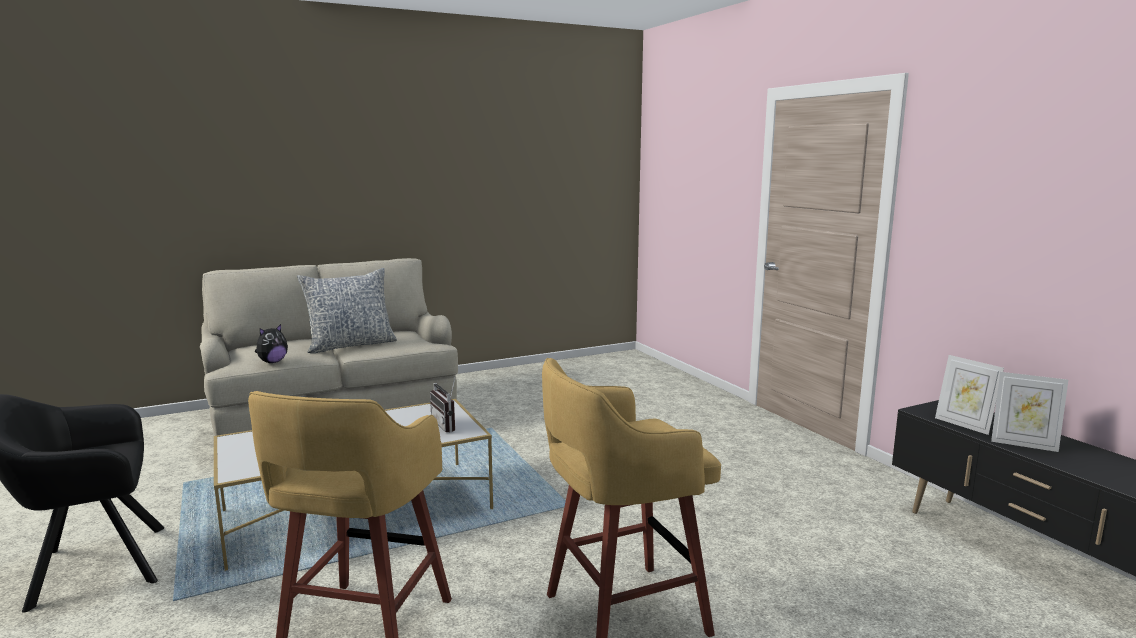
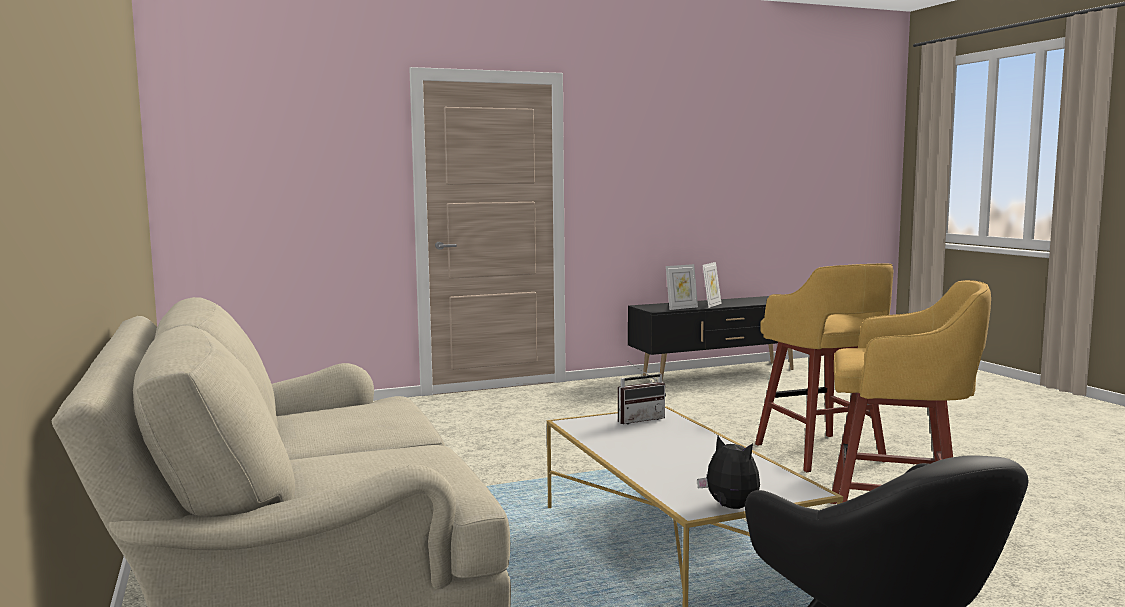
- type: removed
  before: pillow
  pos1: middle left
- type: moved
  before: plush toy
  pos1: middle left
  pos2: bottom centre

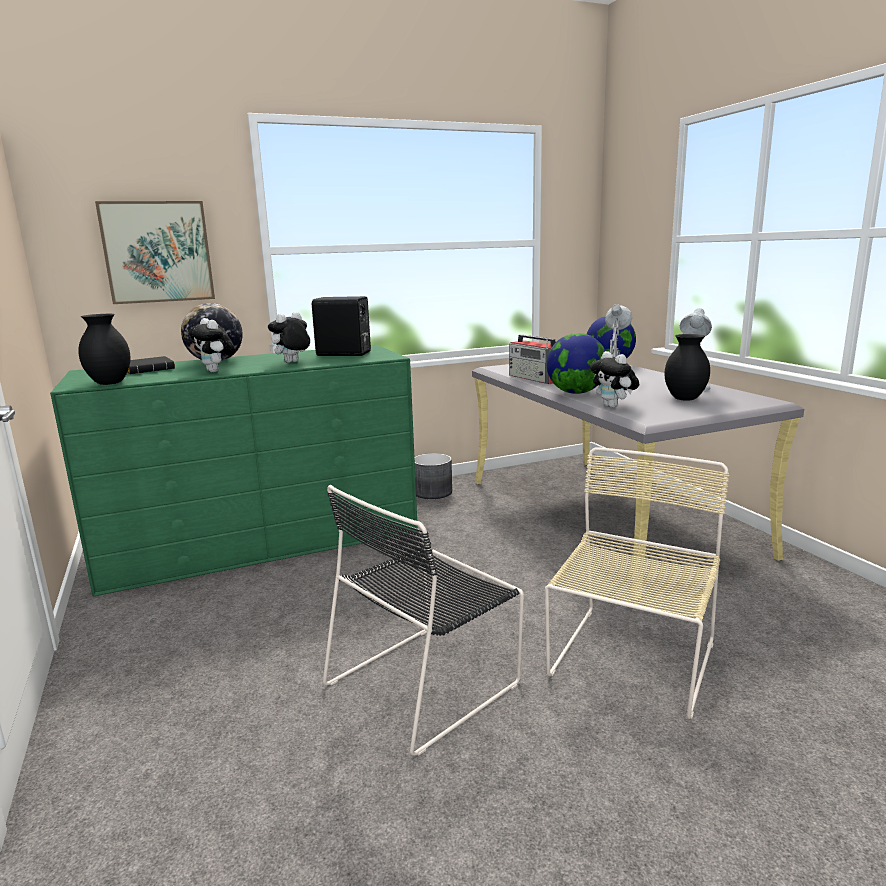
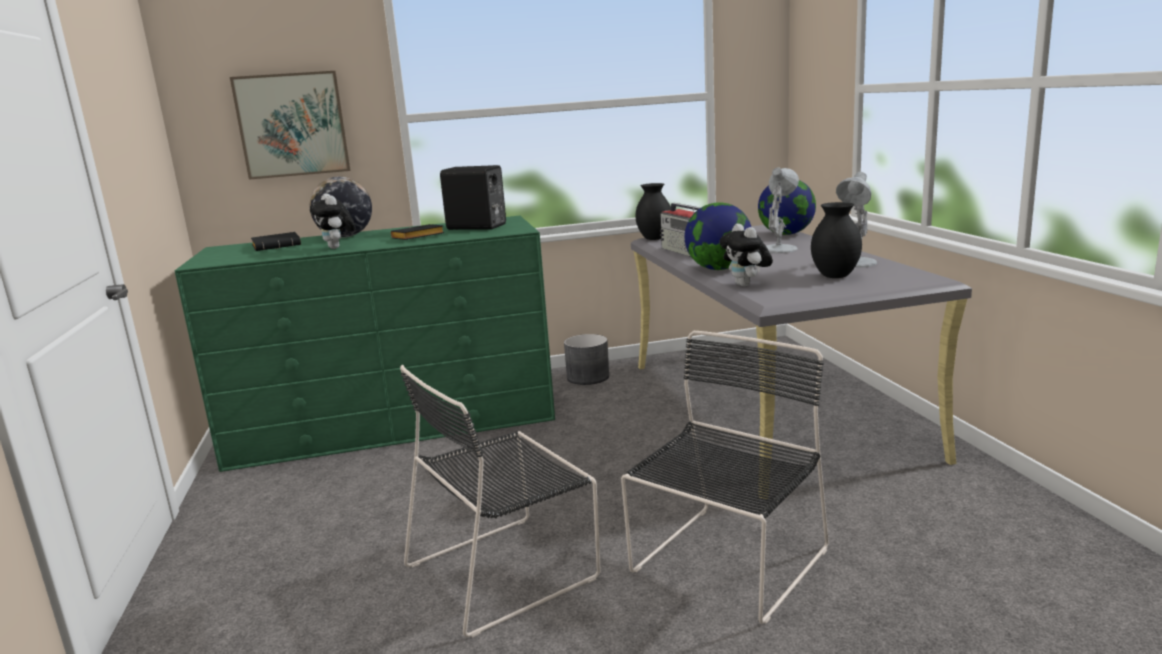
- type: moved
  before: black vase (1st from left)
  pos1: middle left
  pos2: top centre
- type: replaced
  before: plush toy (2nd from left)
  after: black book (2nd from left)
  pos1: middle left
  pos2: centre
- type: recoloured
  before: beige chair
  after: black chair (2nd from left)
  pos1: middle right
  pos2: bottom centre

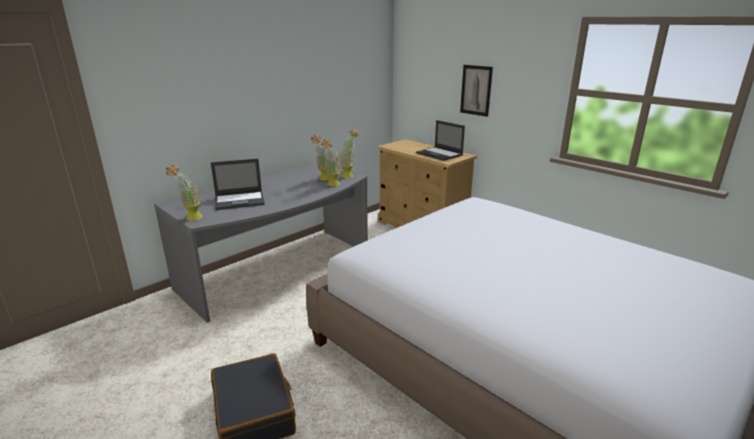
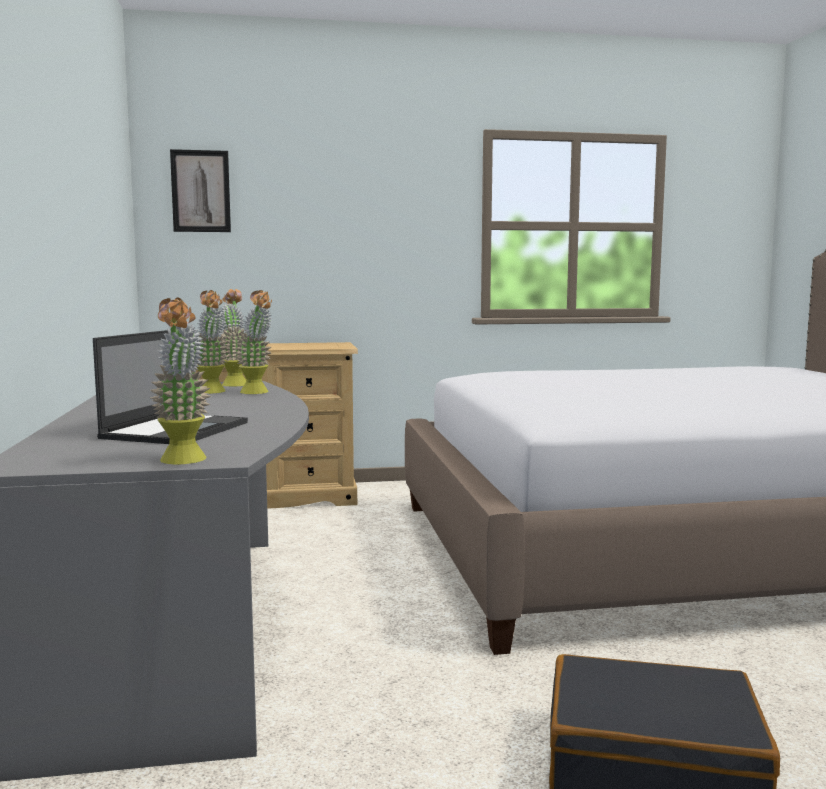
- type: removed
  before: laptop (2nd from left)
  pos1: top centre
- type: moved
  before: picture
  pos1: top centre
  pos2: top left

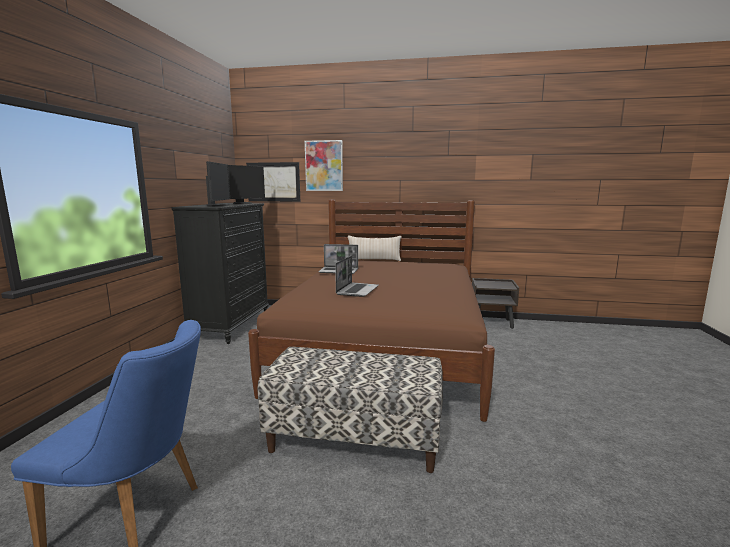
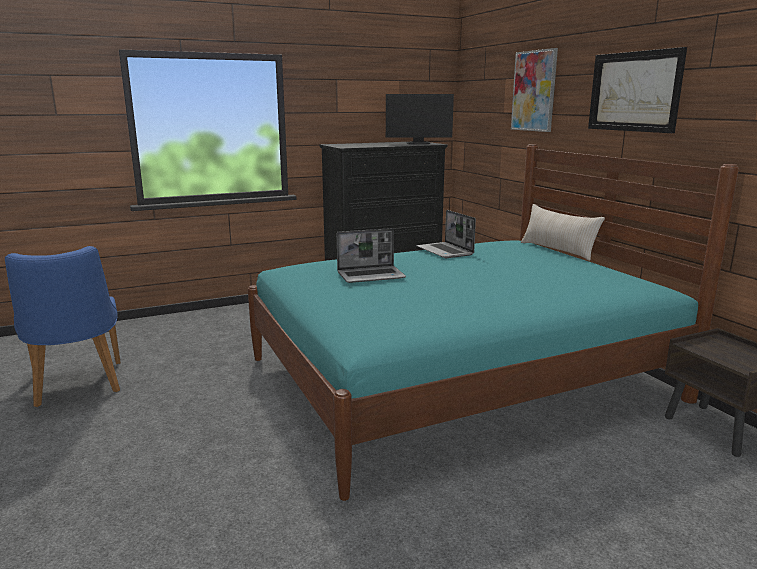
- type: removed
  before: monitor (1st from left)
  pos1: middle left
- type: removed
  before: bench
  pos1: bottom centre
- type: moved
  before: picture (1st from left in the first image)
  after: picture (2nd from left)
  pos1: top centre
  pos2: top right
- type: recoloured
  before: brown bed
  after: turquoise bed
  pos1: centre
  pos2: centre

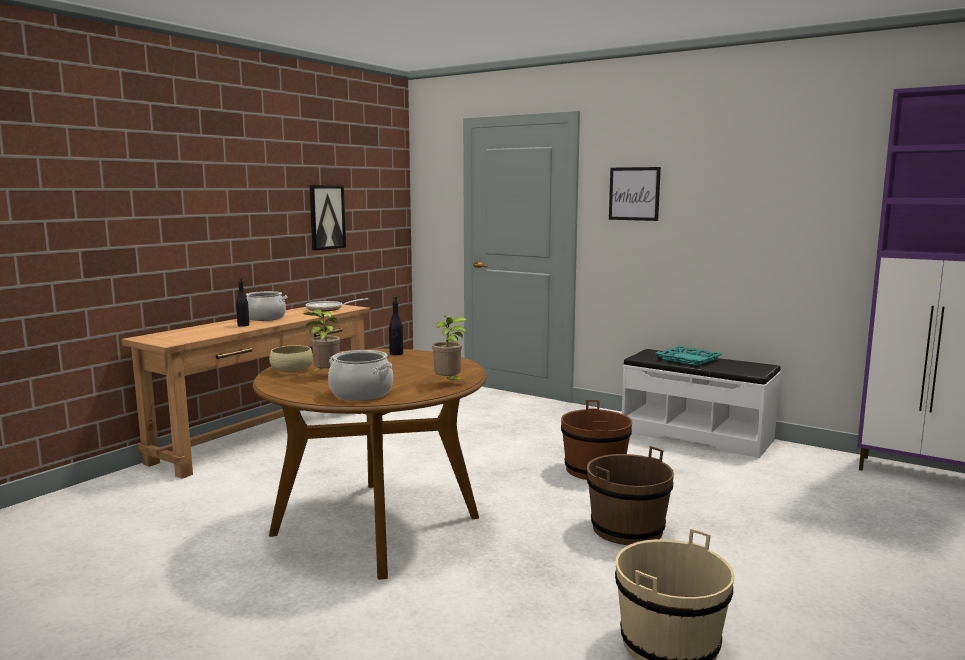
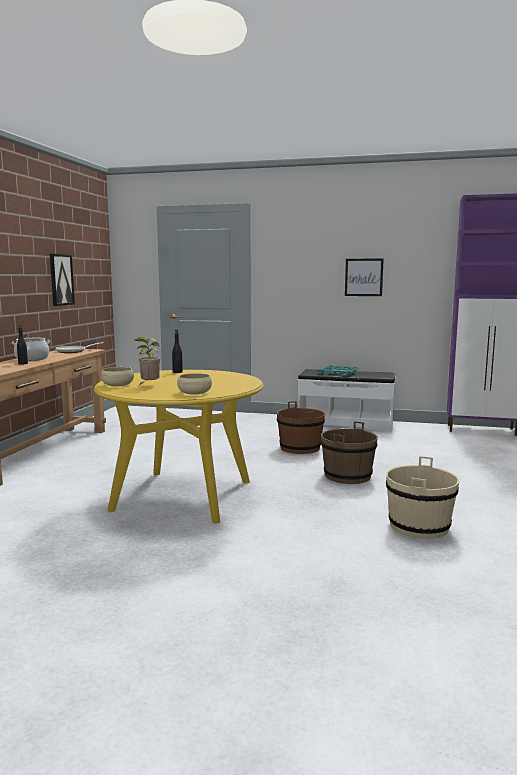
- type: removed
  before: potted plant (2nd from left)
  pos1: centre
- type: moved
  before: picture (2nd from left)
  pos1: top centre
  pos2: middle right
- type: replaced
  before: cooking pot (2nd from left)
  after: beige bowl (2nd from left)
  pos1: centre
  pos2: centre
- type: recoloured
  before: brown dining table
  after: yellow dining table
  pos1: bottom centre
  pos2: centre

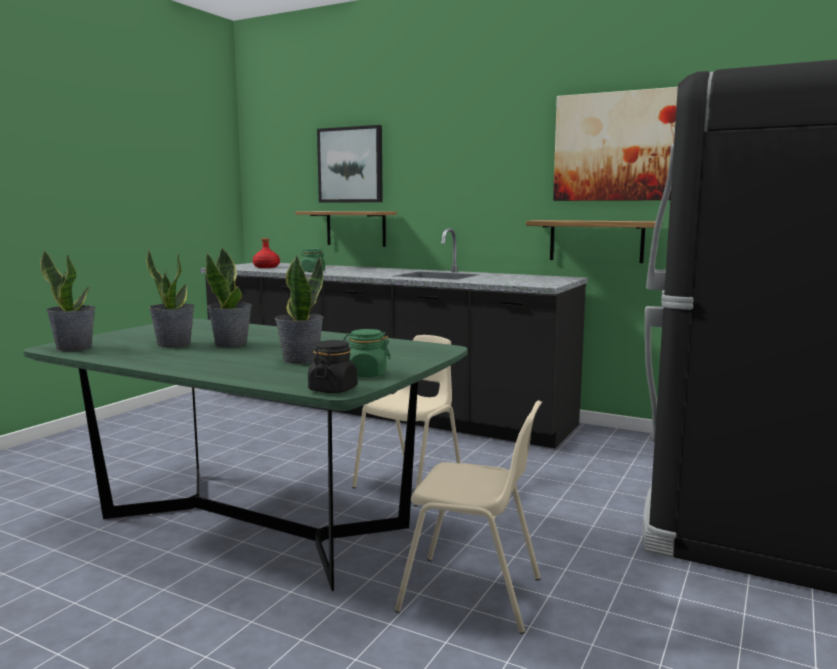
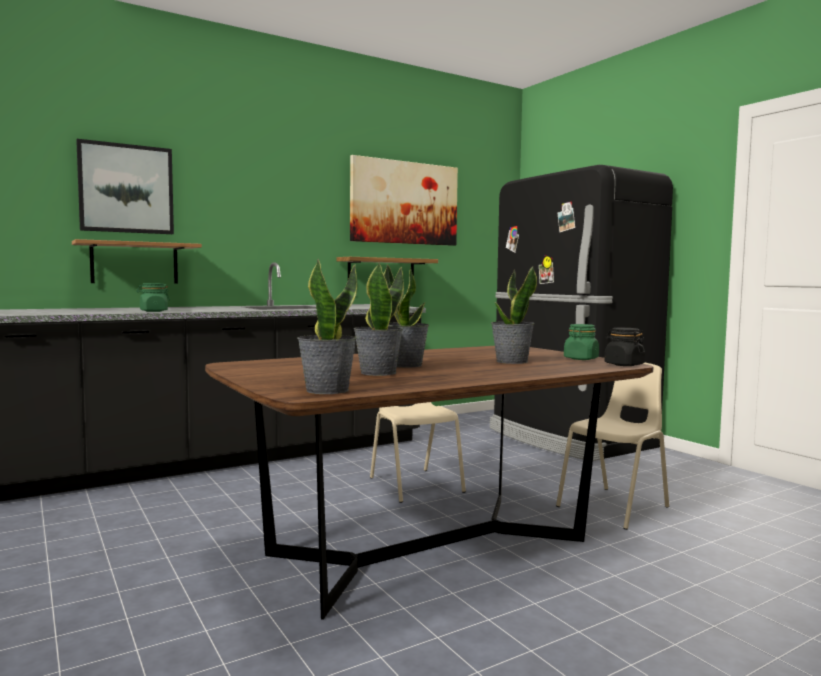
- type: removed
  before: red bottle
  pos1: middle left
- type: recoloured
  before: green dining table
  after: brown dining table
  pos1: bottom left
  pos2: bottom centre

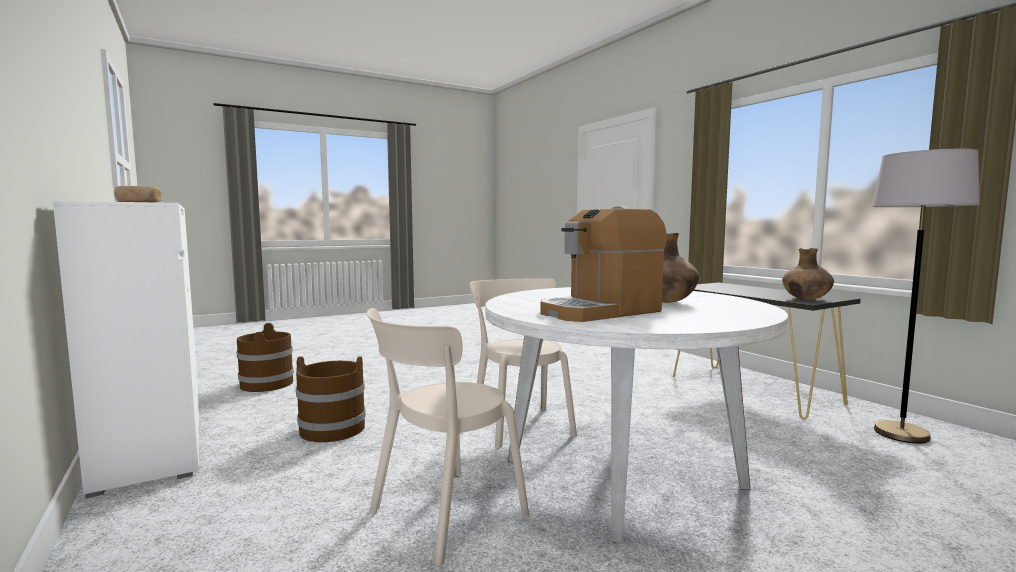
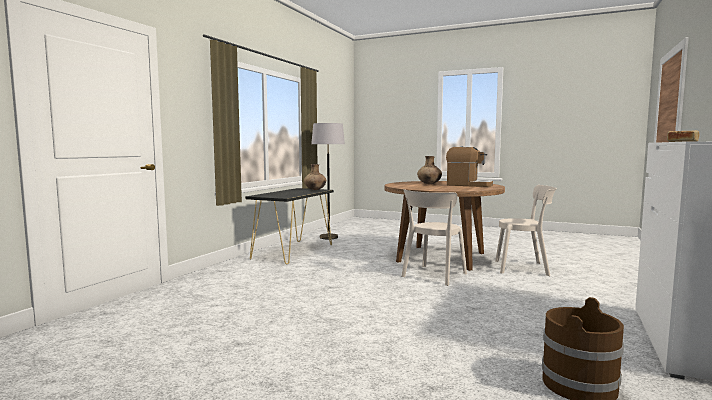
- type: removed
  before: brown bucket (2nd from left)
  pos1: bottom left
- type: recoloured
  before: white dining table
  after: brown dining table
  pos1: bottom centre
  pos2: centre

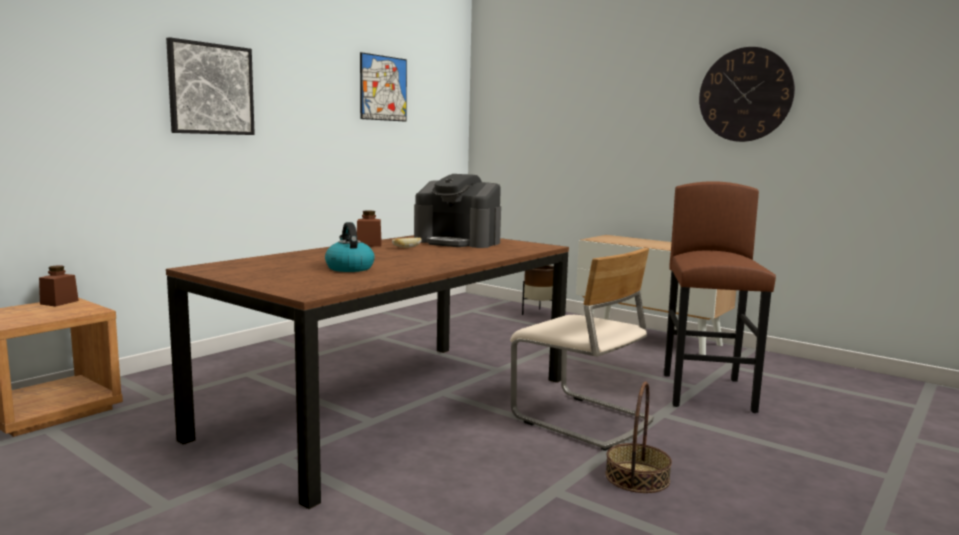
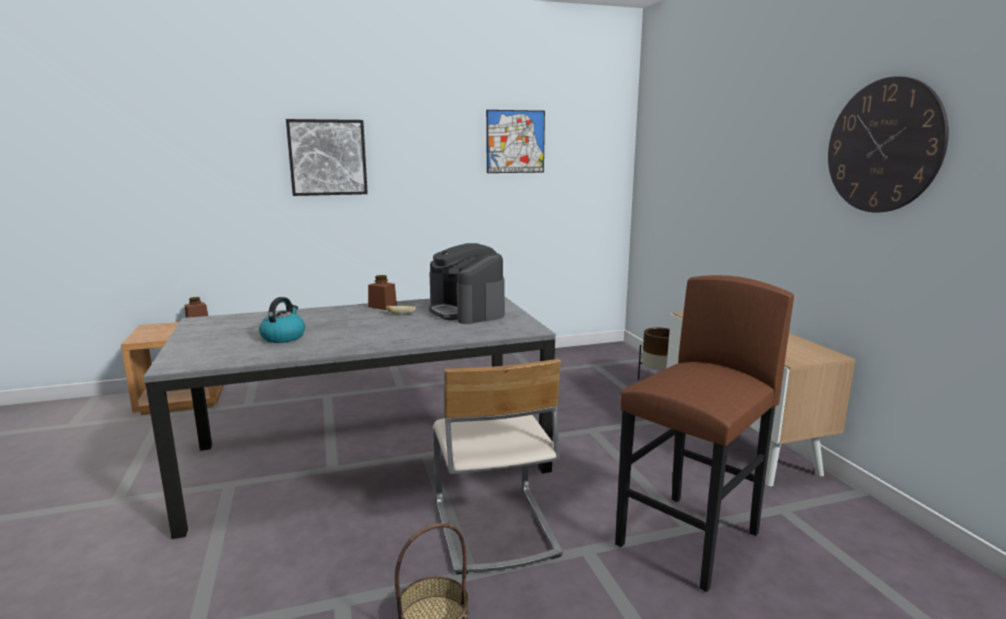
- type: recoloured
  before: brown dining table
  after: grey dining table
  pos1: bottom centre
  pos2: bottom centre

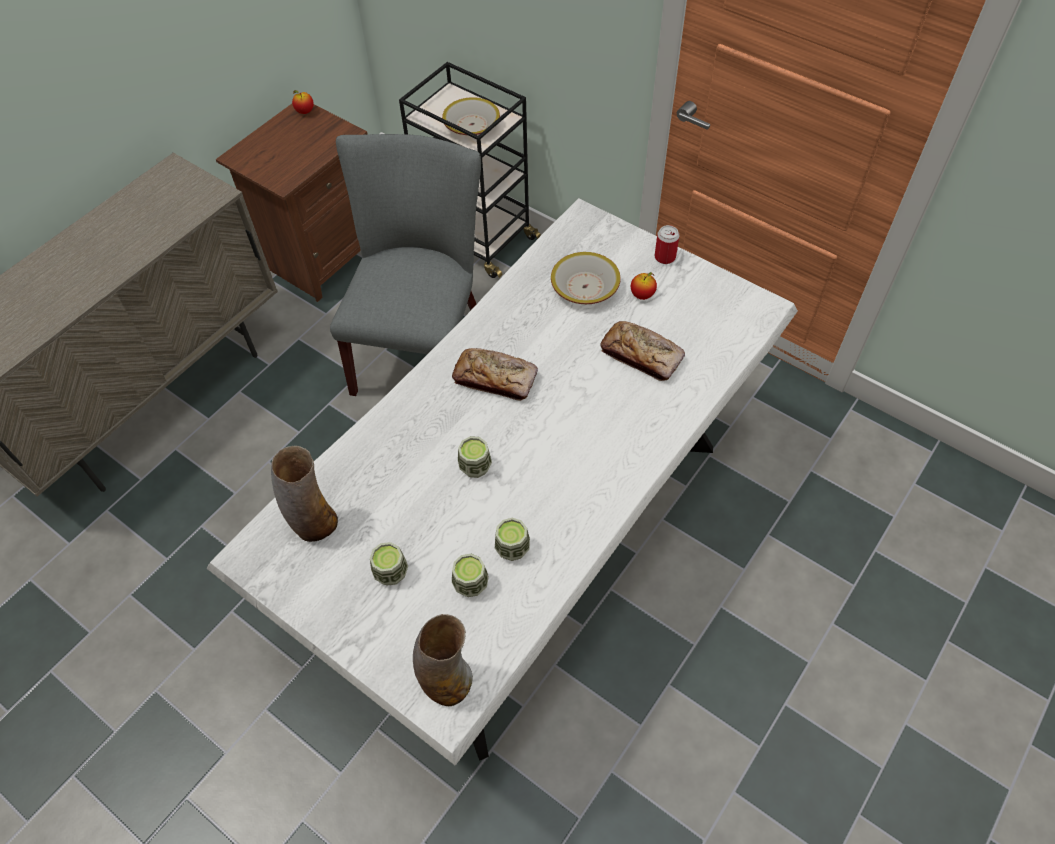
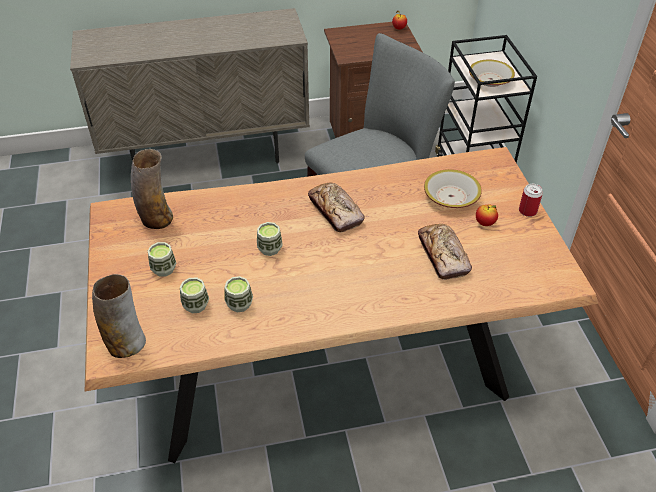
- type: recoloured
  before: white dining table
  after: brown dining table
  pos1: centre
  pos2: centre

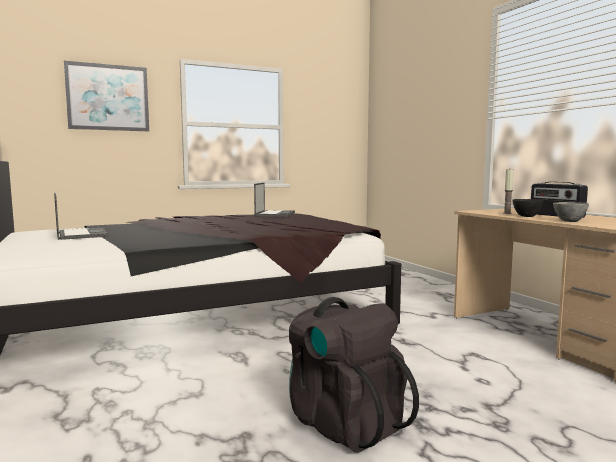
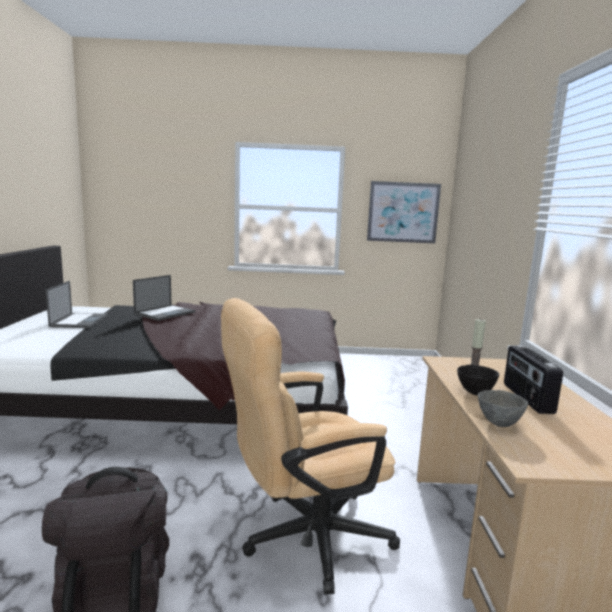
- type: added
  after: beige office chair
  pos2: bottom centre
- type: moved
  before: picture
  pos1: top left
  pos2: centre
- type: moved
  before: laptop (2nd from left)
  pos1: centre
  pos2: middle left

